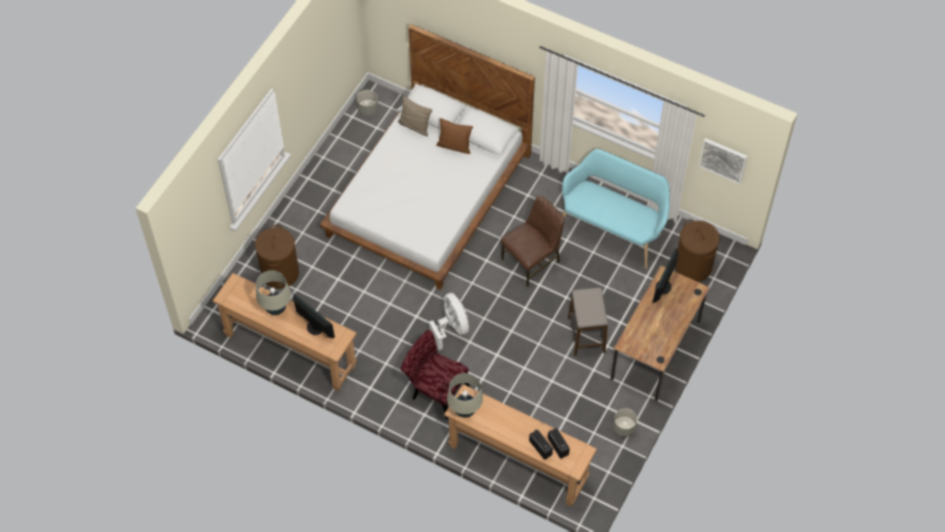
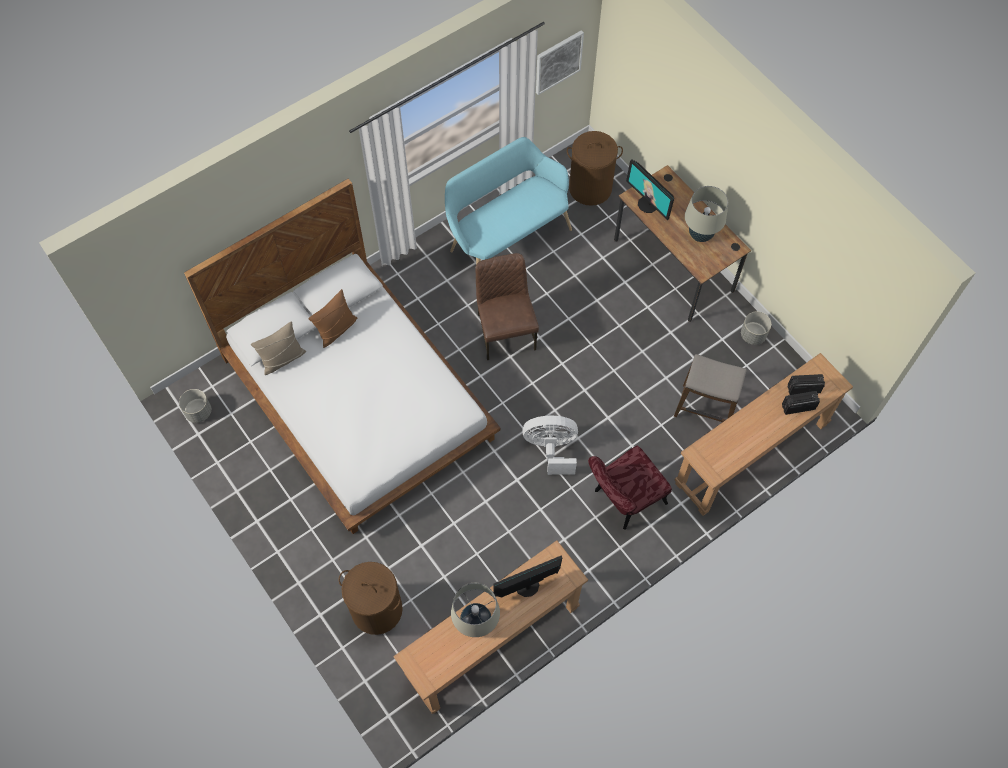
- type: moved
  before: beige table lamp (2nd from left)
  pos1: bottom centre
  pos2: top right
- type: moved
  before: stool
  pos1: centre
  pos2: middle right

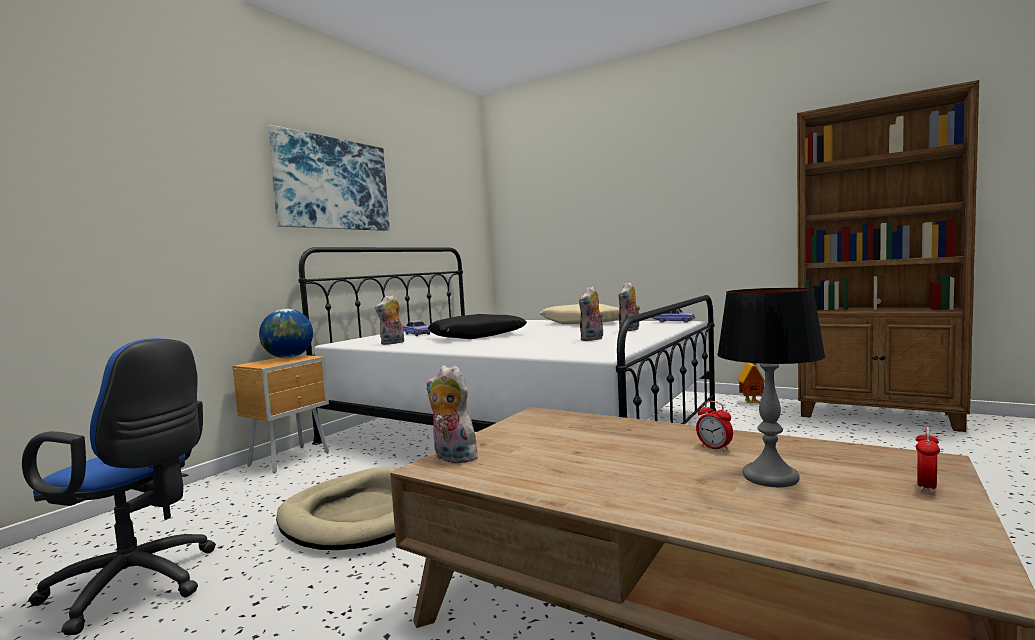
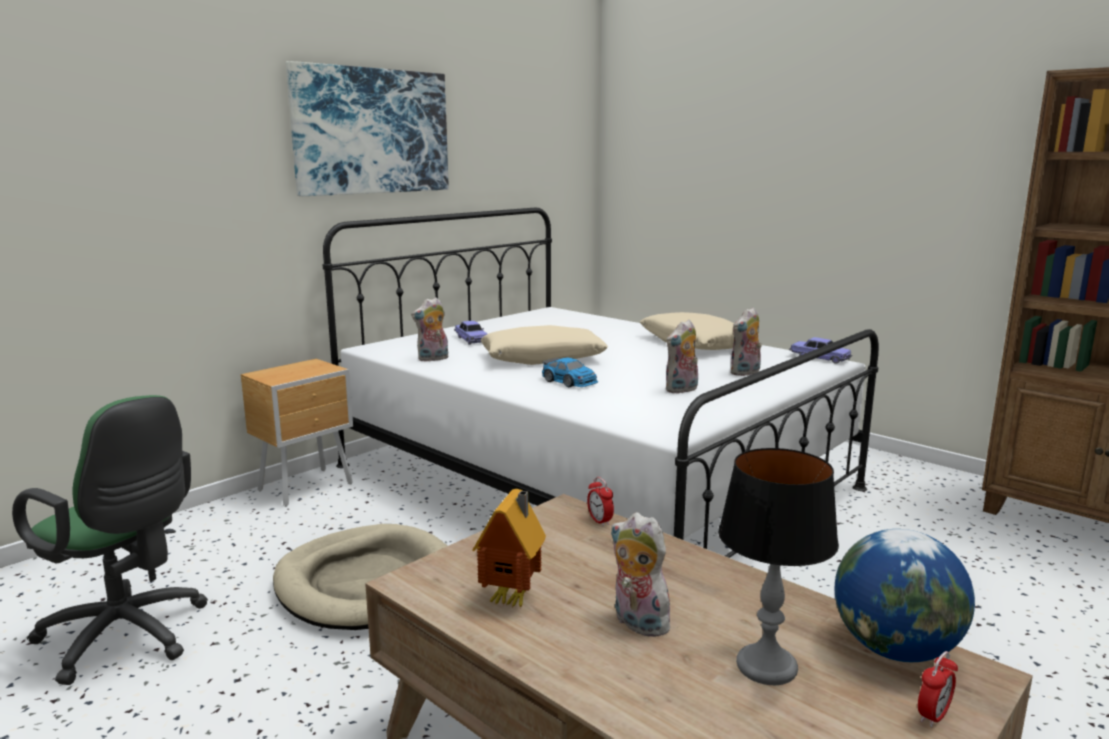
- type: added
  after: toy car (2nd from left)
  pos2: centre
- type: moved
  before: globe
  pos1: middle left
  pos2: bottom right
- type: moved
  before: plush toy (2nd from left)
  pos1: centre
  pos2: bottom centre
- type: moved
  before: alarm clock (1st from left)
  pos1: middle right
  pos2: bottom centre
- type: moved
  before: toy house
  pos1: middle right
  pos2: bottom centre
- type: recoloured
  before: blue office chair
  after: green office chair
  pos1: bottom left
  pos2: bottom left
- type: recoloured
  before: black pillow
  after: beige pillow (1st from left)
  pos1: centre
  pos2: centre

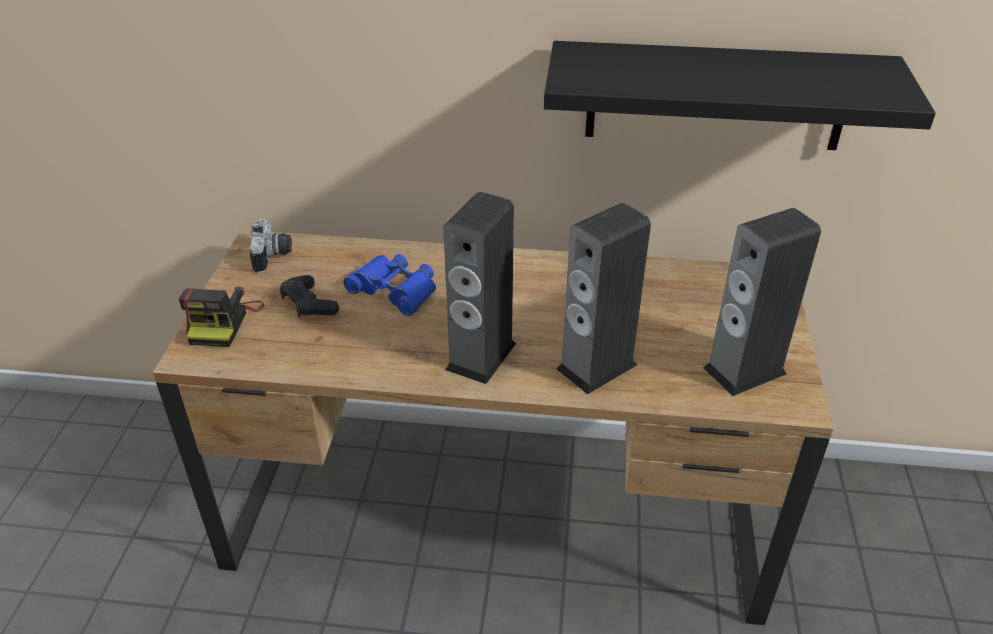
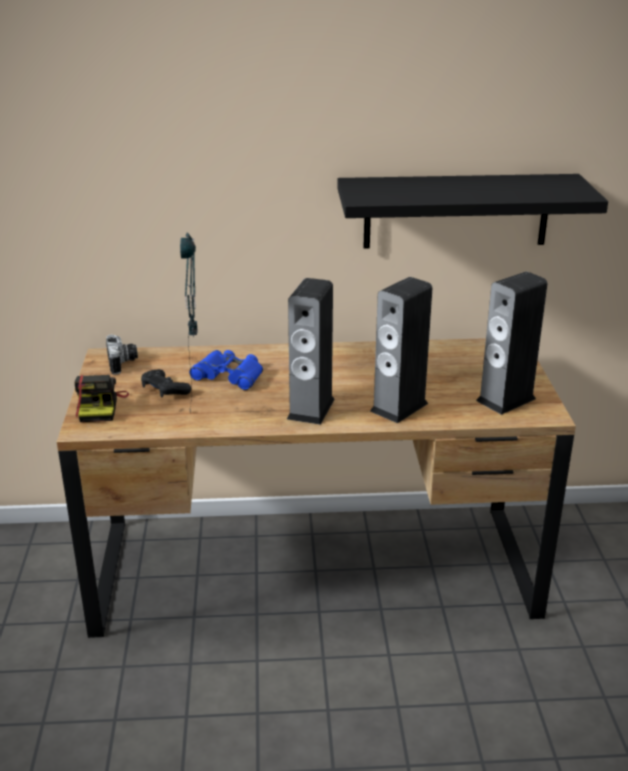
- type: added
  after: table lamp
  pos2: middle left

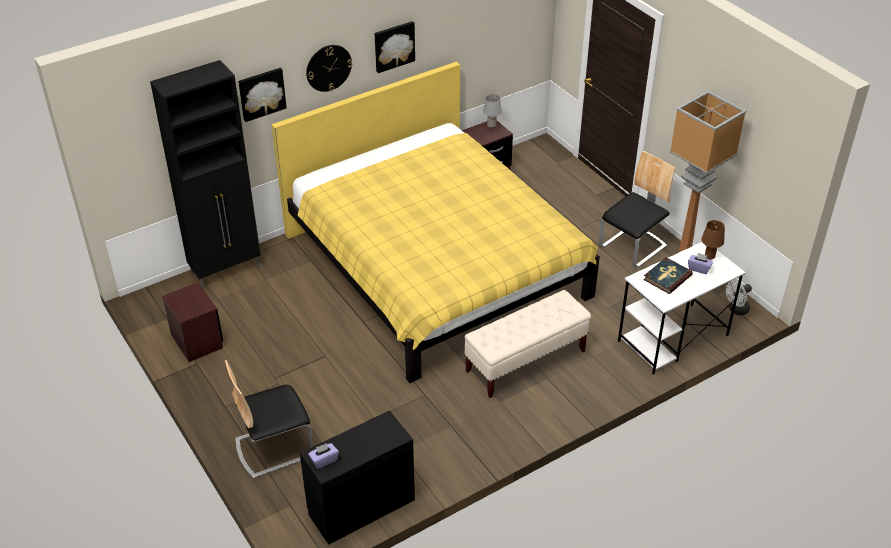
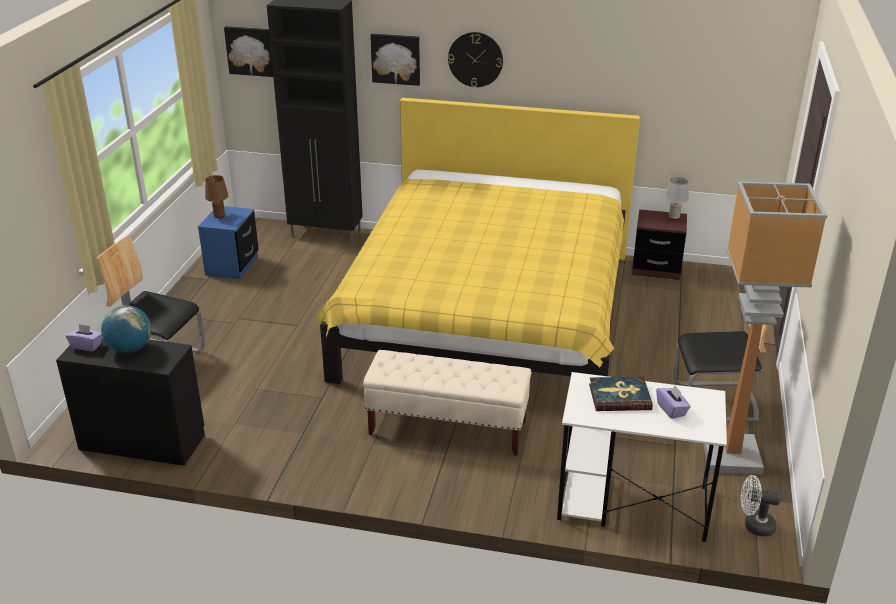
- type: added
  after: globe
  pos2: middle left
- type: moved
  before: picture (2nd from left in the first image)
  after: picture (1st from left)
  pos1: top centre
  pos2: top left
- type: moved
  before: brown table lamp
  pos1: middle right
  pos2: top left
- type: recoloured
  before: brown nightstand (1st from left)
  after: blue nightstand
  pos1: middle left
  pos2: middle left

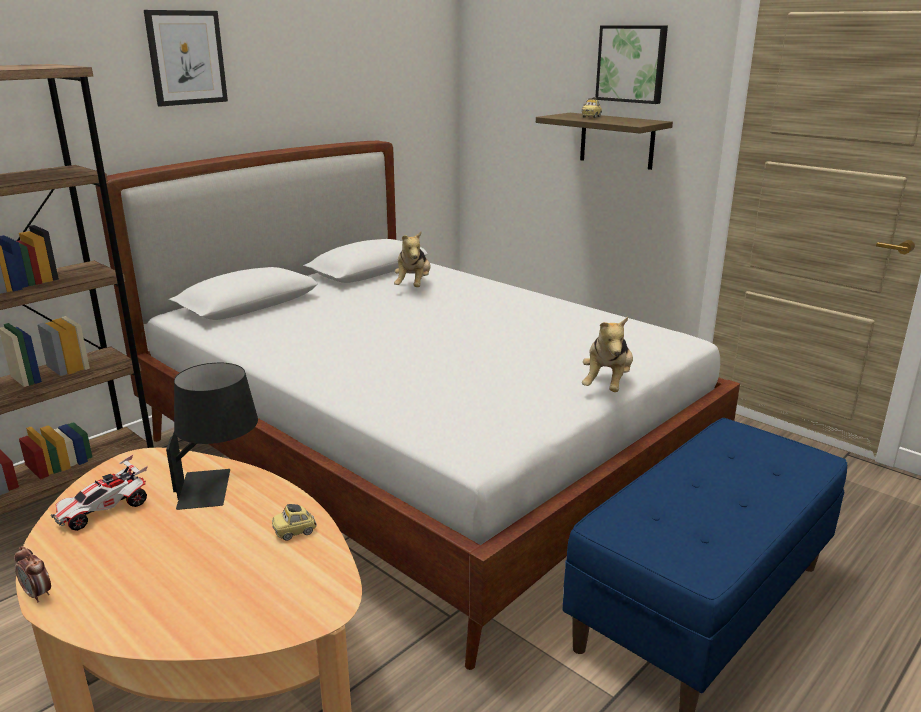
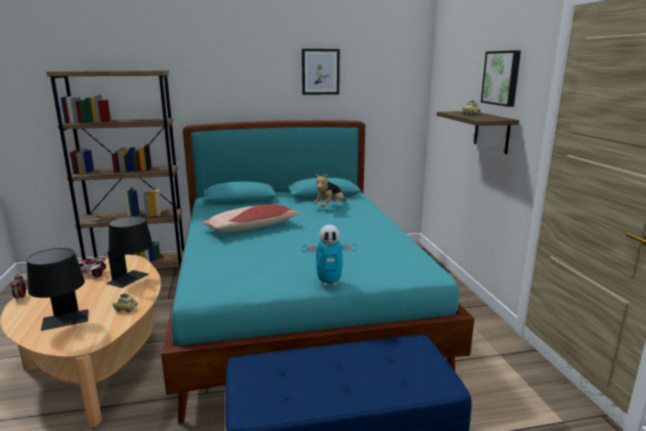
- type: added
  after: black table lamp (1st from left)
  pos2: bottom left
- type: added
  after: pillow
  pos2: centre
- type: moved
  before: picture (1st from left)
  pos1: top left
  pos2: top centre
- type: replaced
  before: plush toy (2nd from left)
  after: toy robot
  pos1: centre
  pos2: centre
- type: recoloured
  before: white bed
  after: turquoise bed
  pos1: centre
  pos2: centre

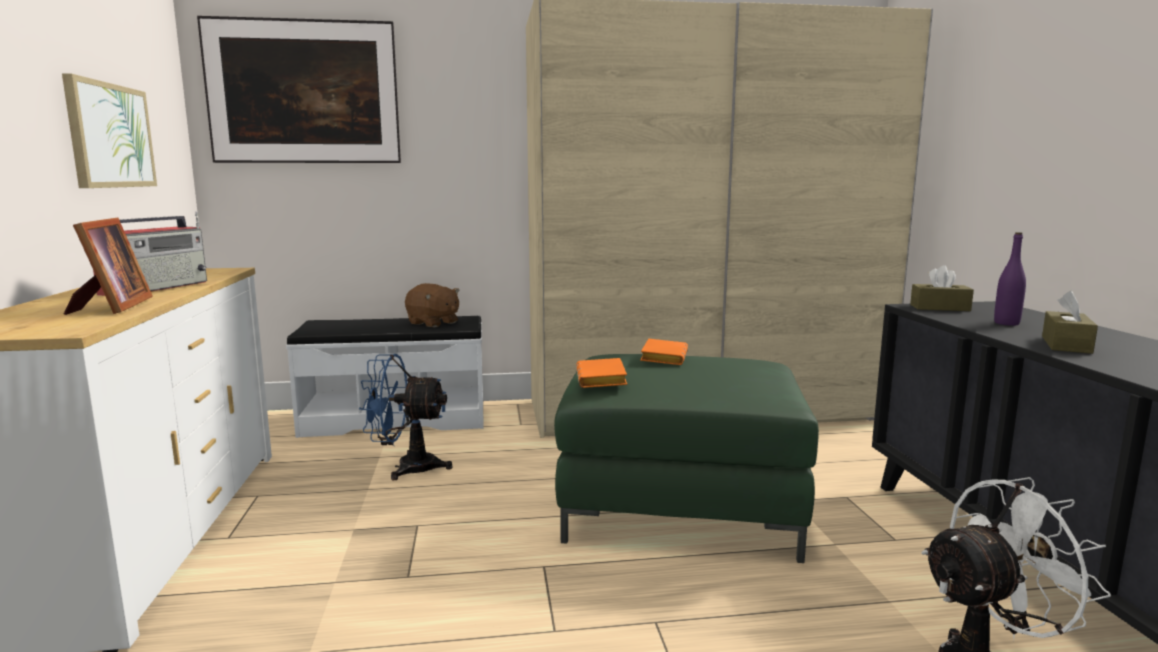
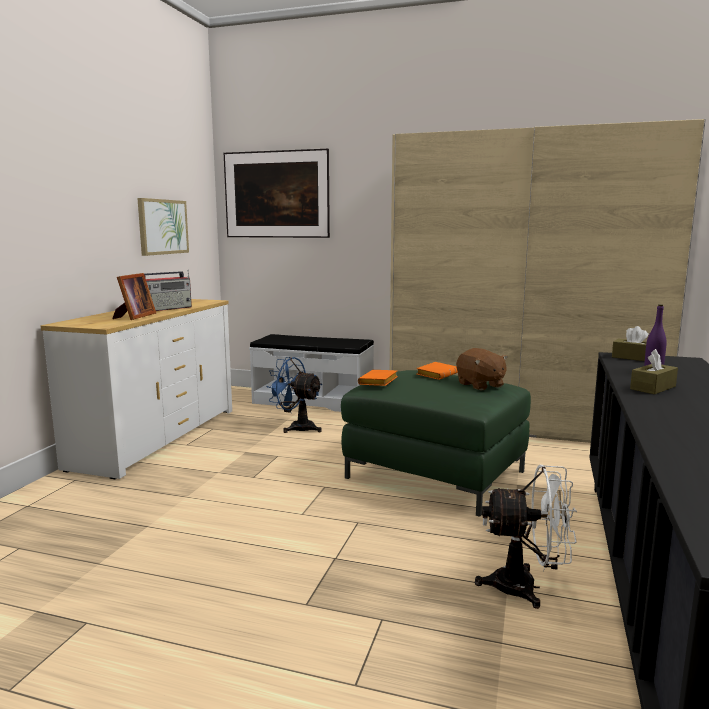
- type: moved
  before: brown plush toy
  pos1: centre
  pos2: middle right

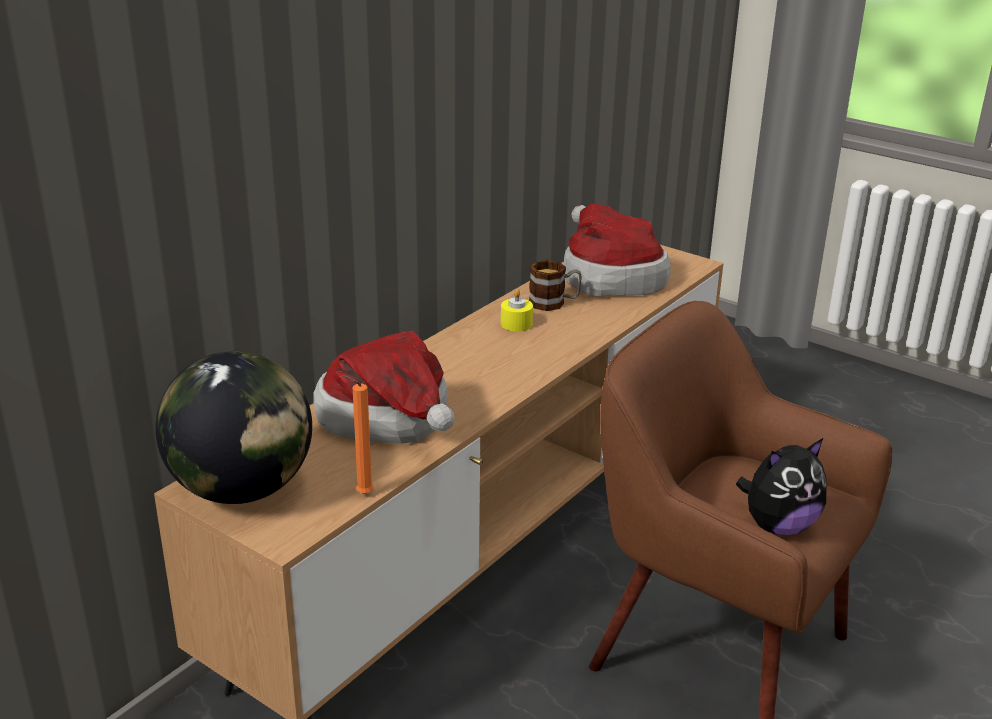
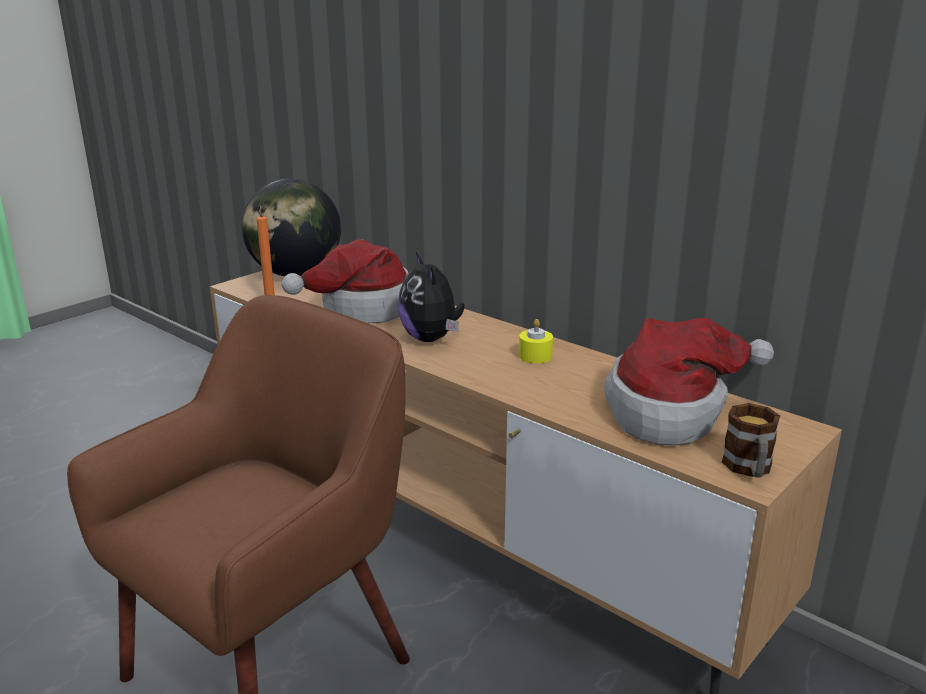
- type: moved
  before: mug
  pos1: centre
  pos2: middle right
- type: moved
  before: plush toy
  pos1: bottom right
  pos2: centre

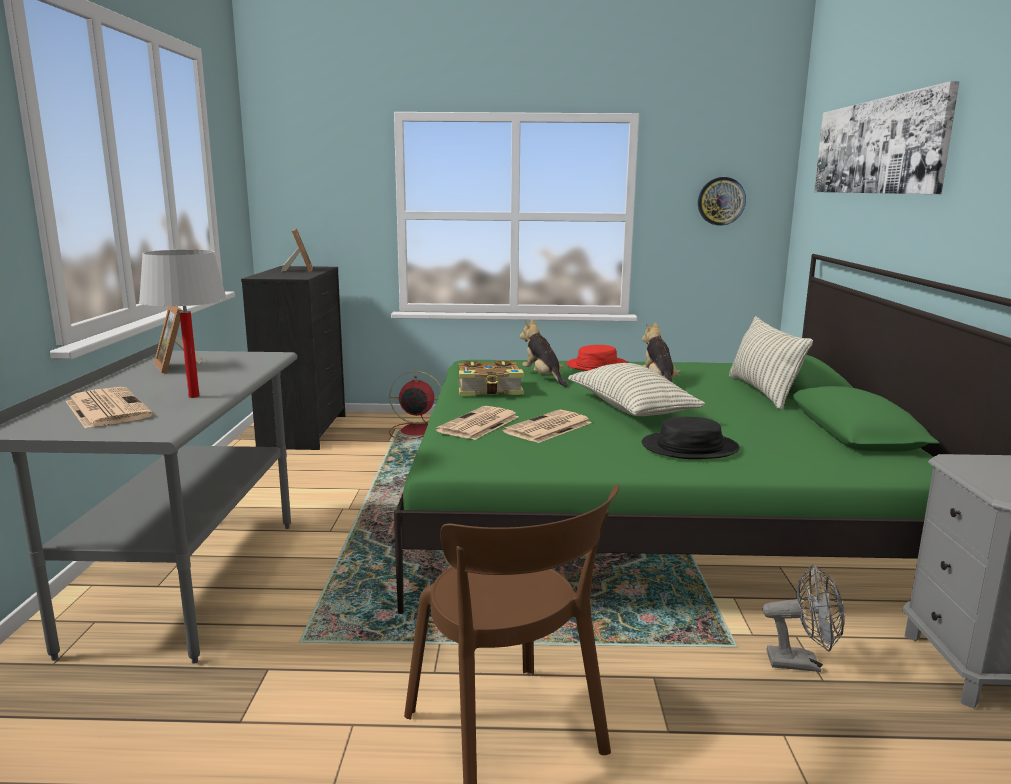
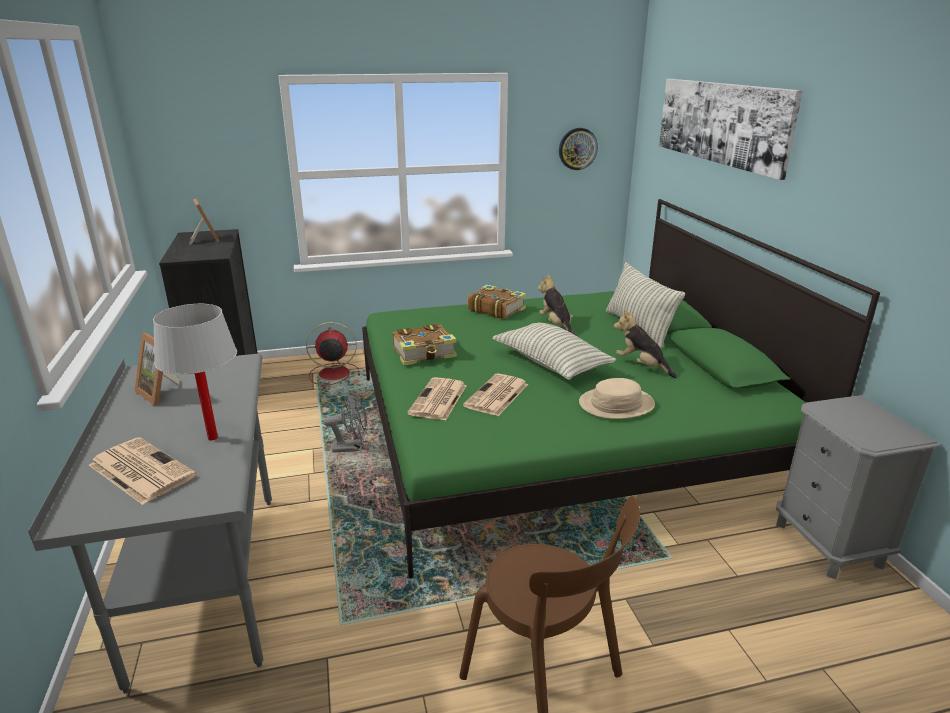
- type: moved
  before: plush toy (1st from left in the first image)
  after: plush toy (2nd from left)
  pos1: centre
  pos2: middle right
- type: moved
  before: grey fan
  pos1: bottom right
  pos2: centre
- type: replaced
  before: red hat
  after: book (2nd from left)
  pos1: centre
  pos2: centre
- type: recoloured
  before: black hat
  after: beige hat
  pos1: middle right
  pos2: centre

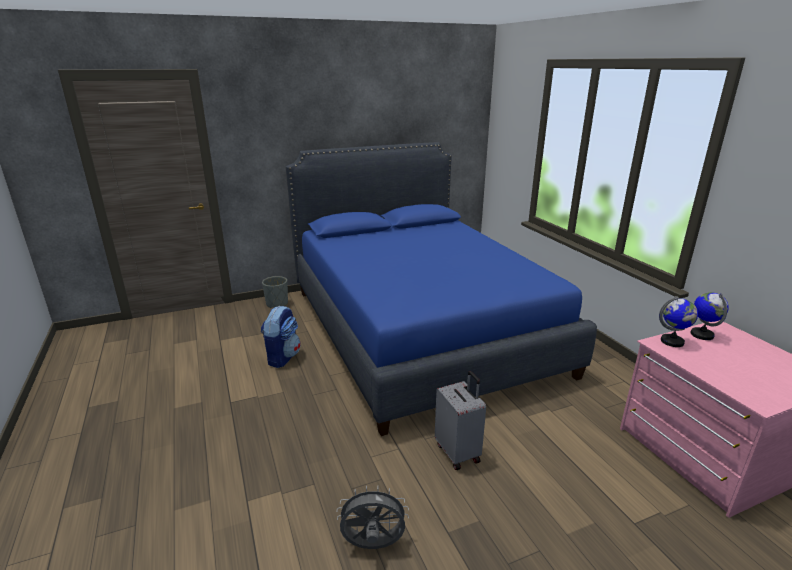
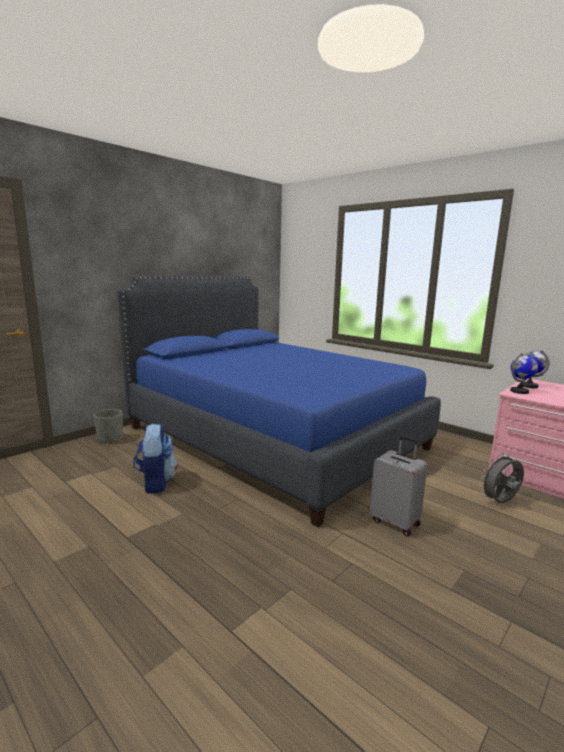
- type: moved
  before: grey fan
  pos1: bottom centre
  pos2: middle right

